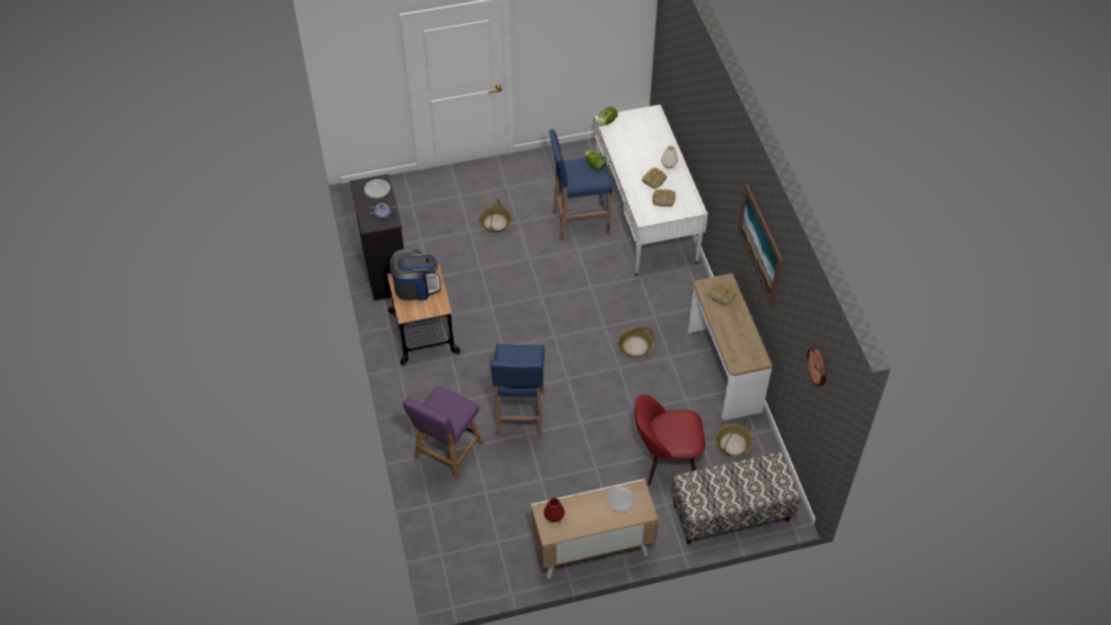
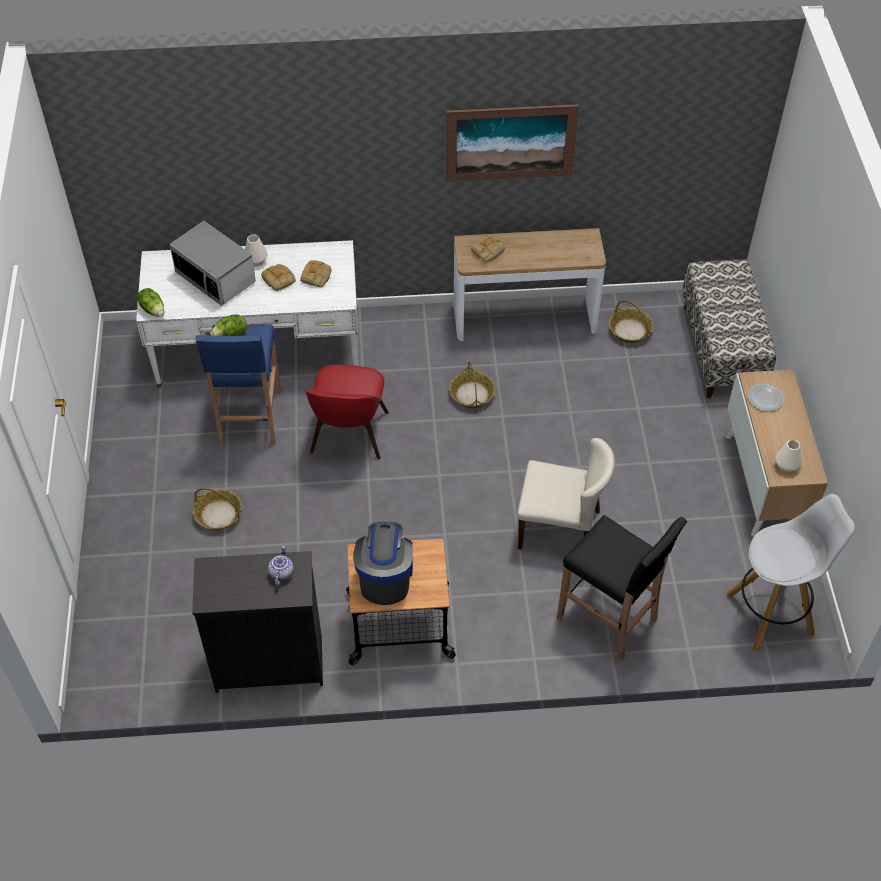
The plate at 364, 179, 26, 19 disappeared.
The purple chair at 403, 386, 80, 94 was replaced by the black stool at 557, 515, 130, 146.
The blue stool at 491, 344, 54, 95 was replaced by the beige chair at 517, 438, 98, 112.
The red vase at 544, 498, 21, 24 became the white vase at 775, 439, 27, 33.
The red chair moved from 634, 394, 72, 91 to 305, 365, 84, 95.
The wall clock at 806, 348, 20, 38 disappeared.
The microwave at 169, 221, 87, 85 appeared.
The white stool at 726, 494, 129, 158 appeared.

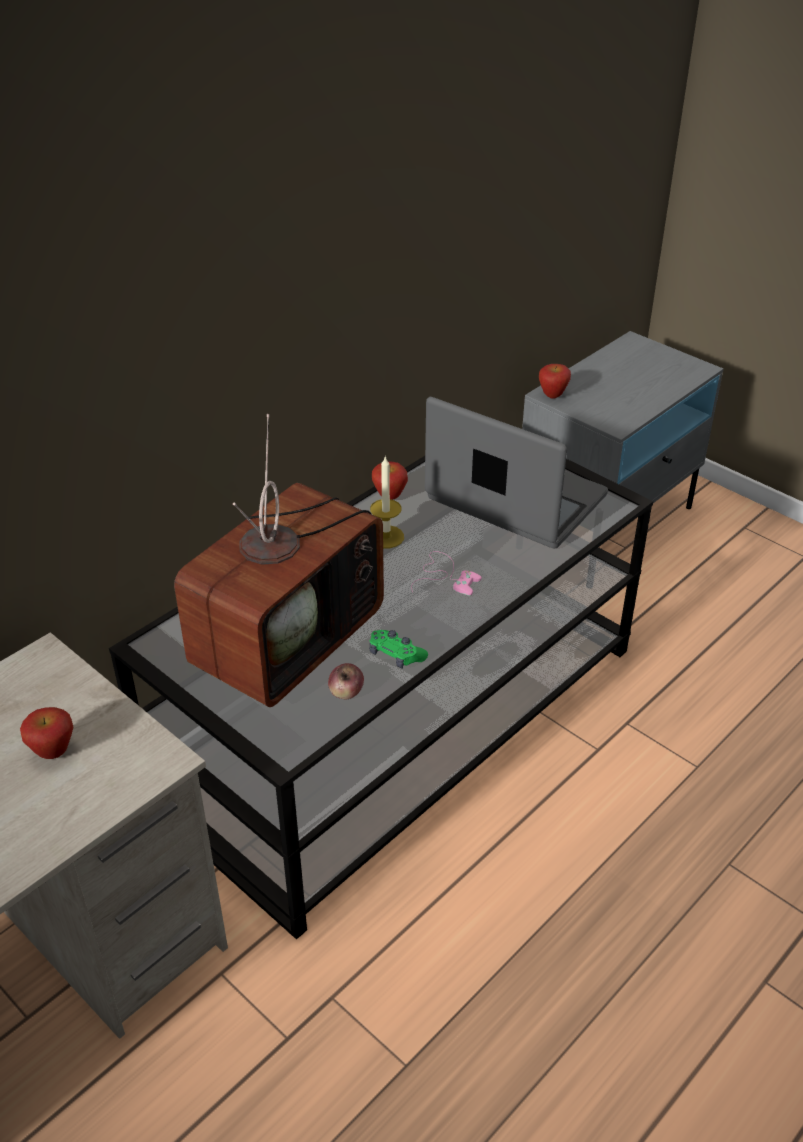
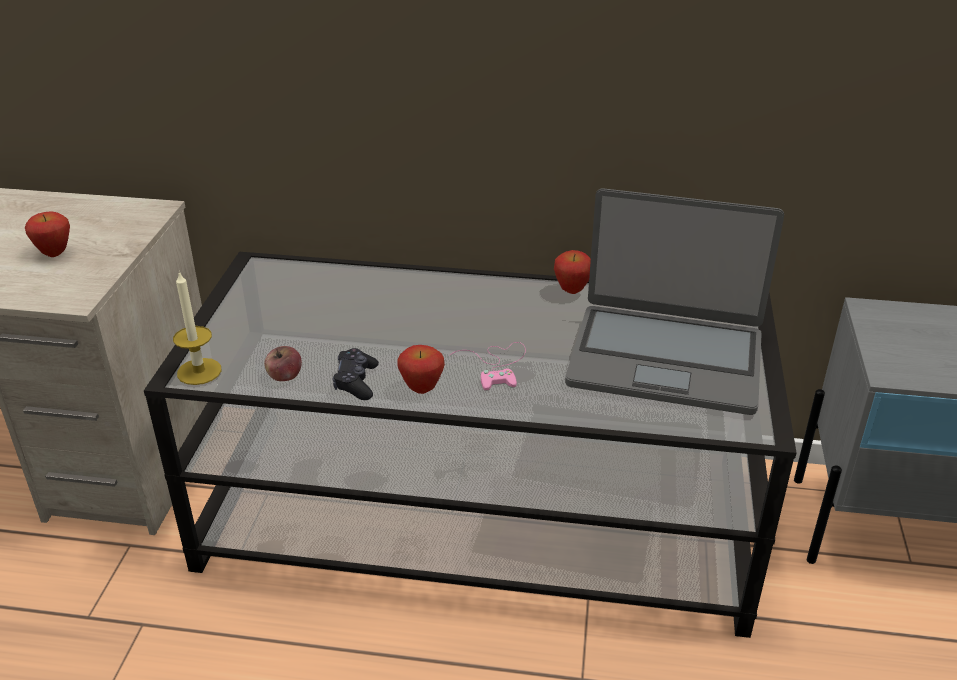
The television at 174, 414, 210, 293 disappeared.
The green game controller at 369, 630, 59, 38 became the black game controller at 333, 348, 46, 52.
The candle moved from 370, 456, 34, 92 to 173, 271, 48, 114.
The laptop at 425, 397, 183, 152 turned 105 degrees clockwise.
The apple moved from 539, 364, 32, 35 to 397, 345, 48, 49.

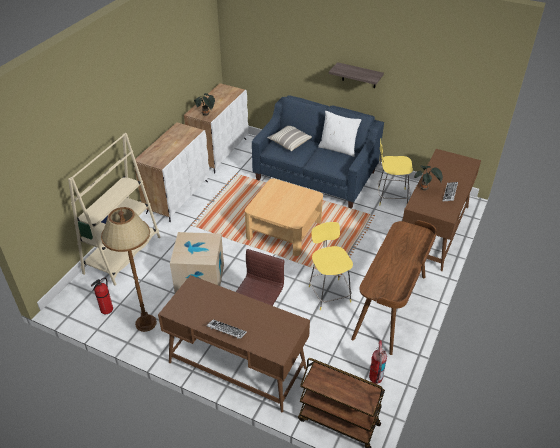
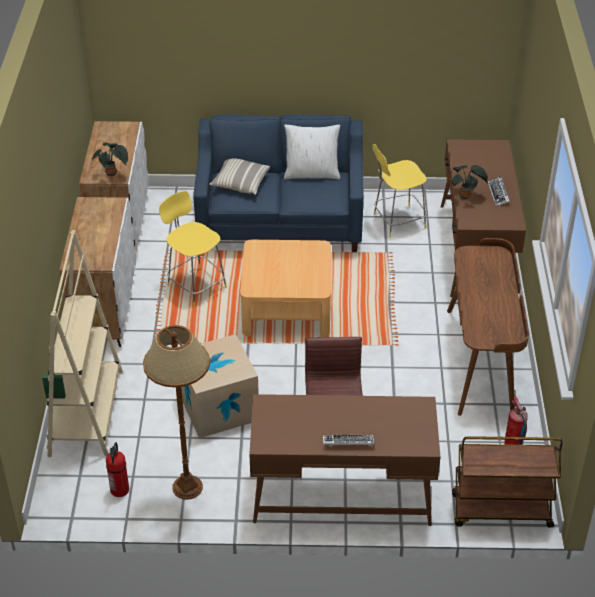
The yellow stool moved from 309, 222, 44, 88 to 159, 191, 68, 116.
The shelf at 329, 62, 55, 26 disappeared.

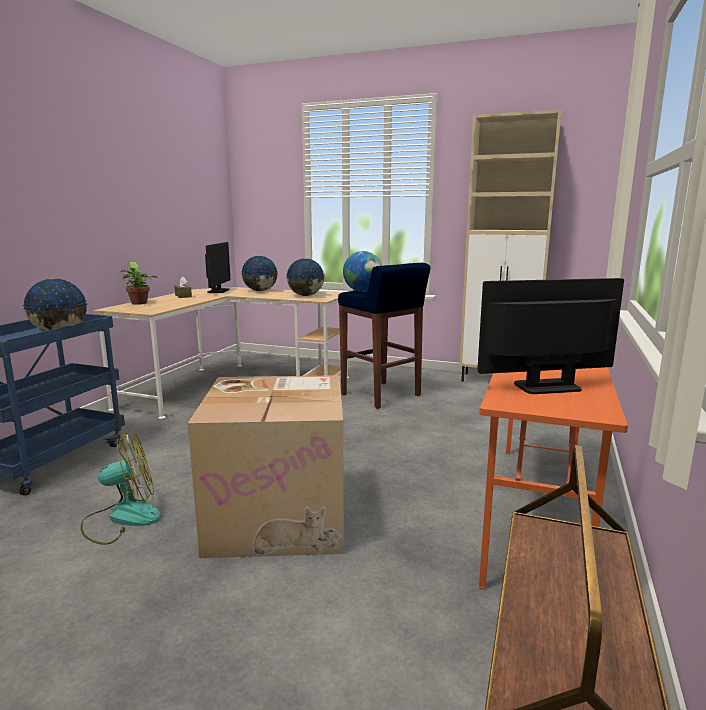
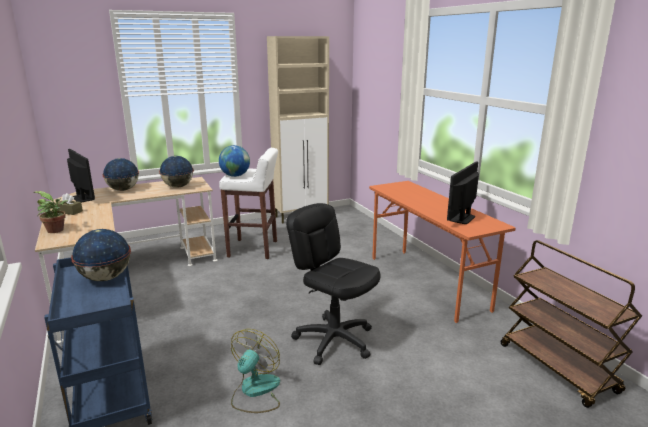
The cardboard box at 188, 375, 156, 183 was replaced by the black office chair at 286, 203, 94, 162.
The blue stool at 338, 263, 93, 146 became the white stool at 219, 148, 59, 111.

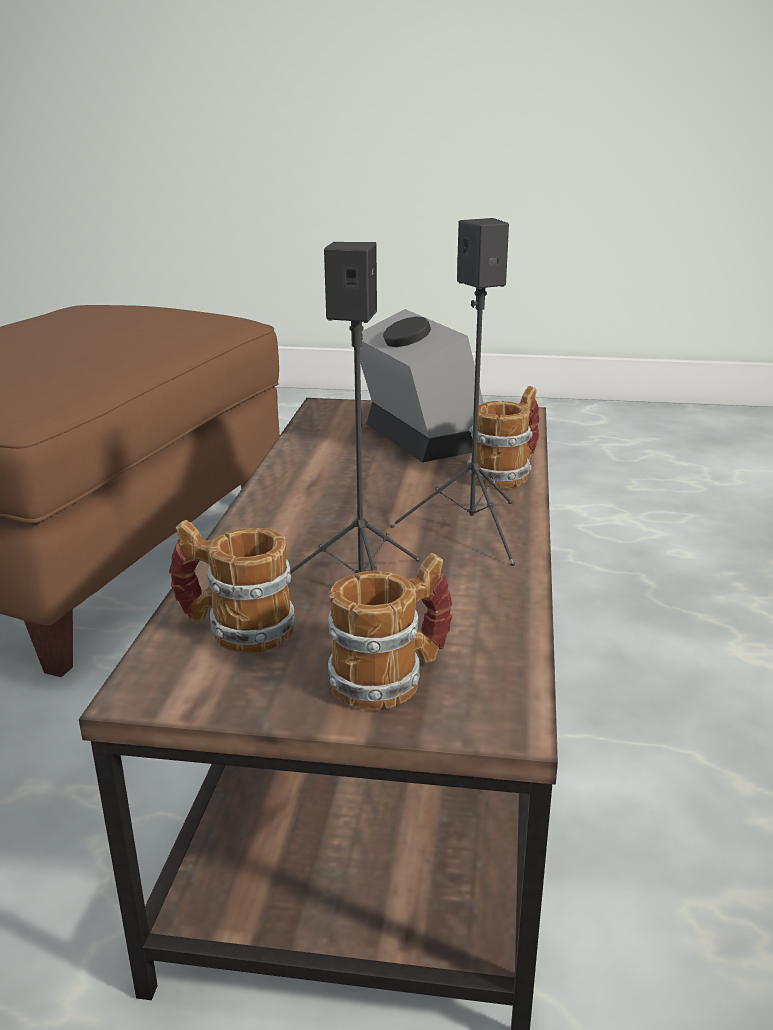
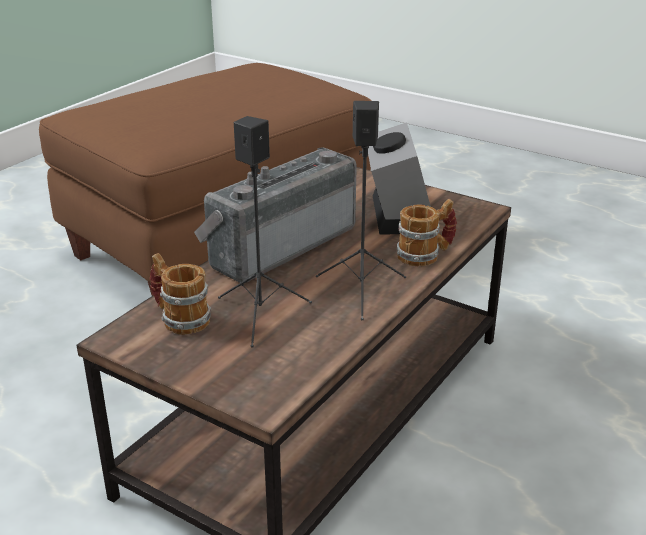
The mug at 328, 553, 124, 157 disappeared.
The radio at 194, 147, 163, 135 appeared.

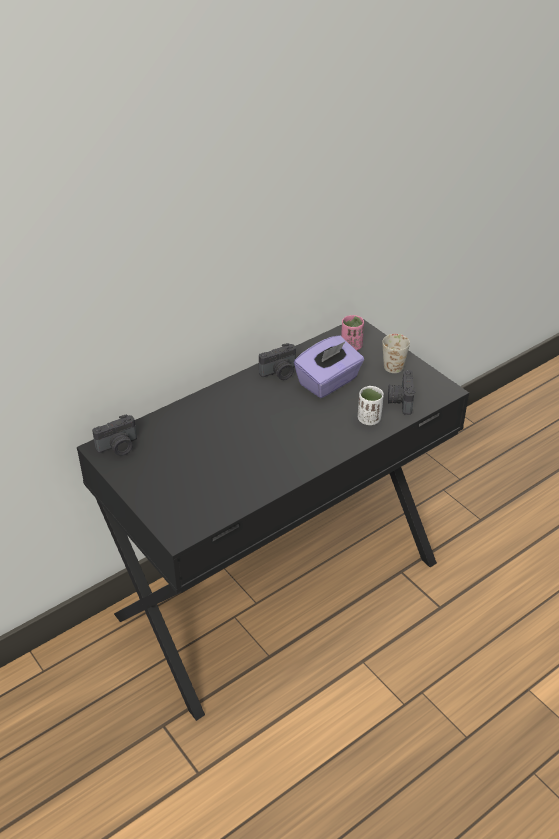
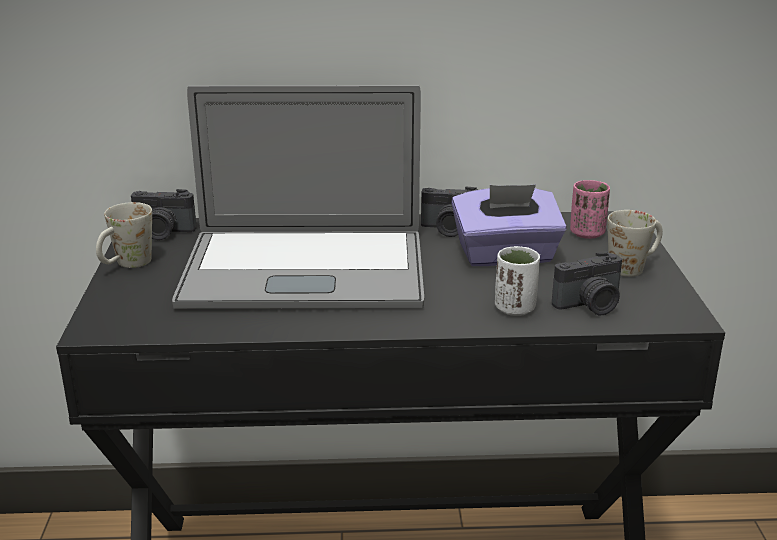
The photo camera at 388, 370, 28, 45 turned 150 degrees counterclockwise.
The white mug at 96, 202, 56, 66 appeared.
The laptop at 172, 85, 252, 224 appeared.

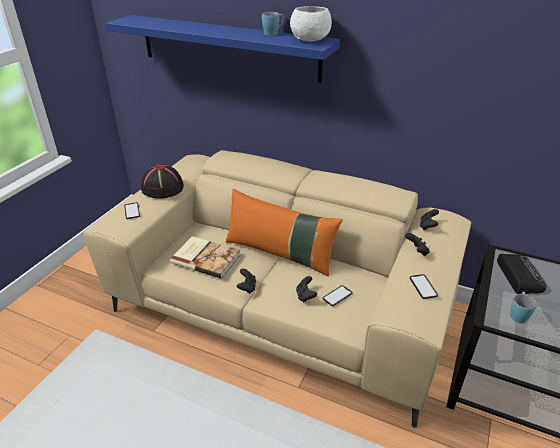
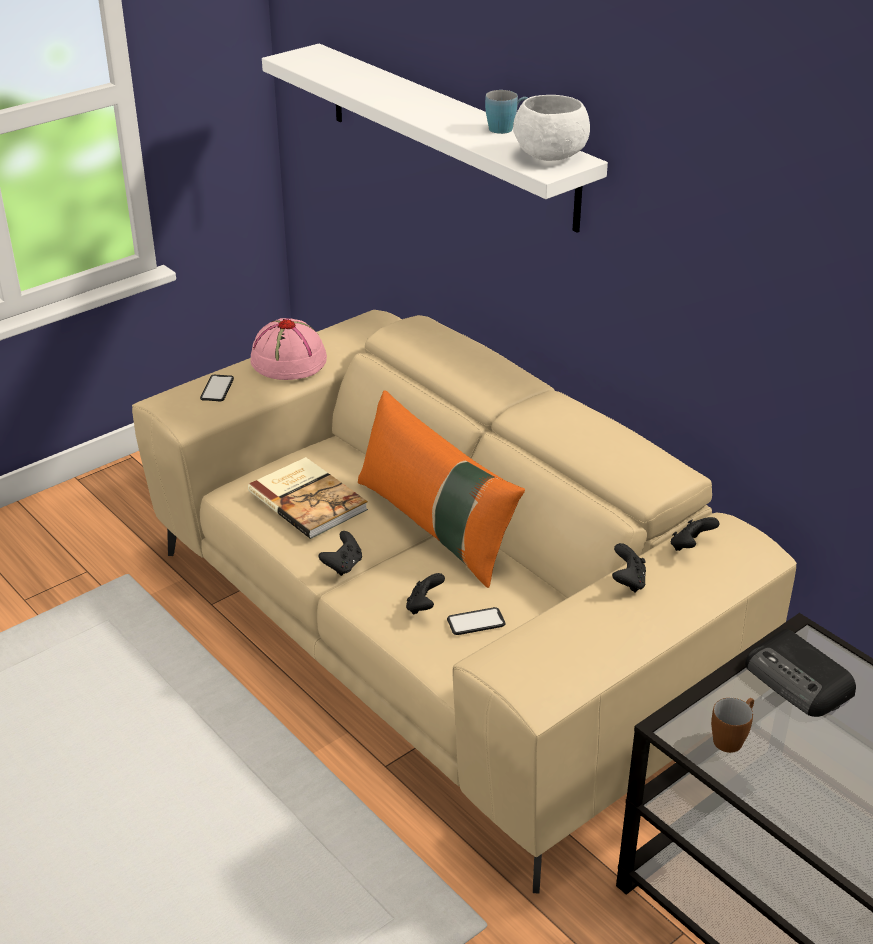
The blue shelf at 105, 15, 235, 68 became the white shelf at 262, 44, 346, 189.
The black hat at 141, 164, 43, 35 became the pink hat at 250, 318, 77, 62.
The phone at 410, 274, 28, 25 disappeared.
The radio at 497, 254, 49, 40 turned 120 degrees clockwise.
The blue mug at 510, 292, 27, 31 became the brown mug at 711, 698, 43, 55.

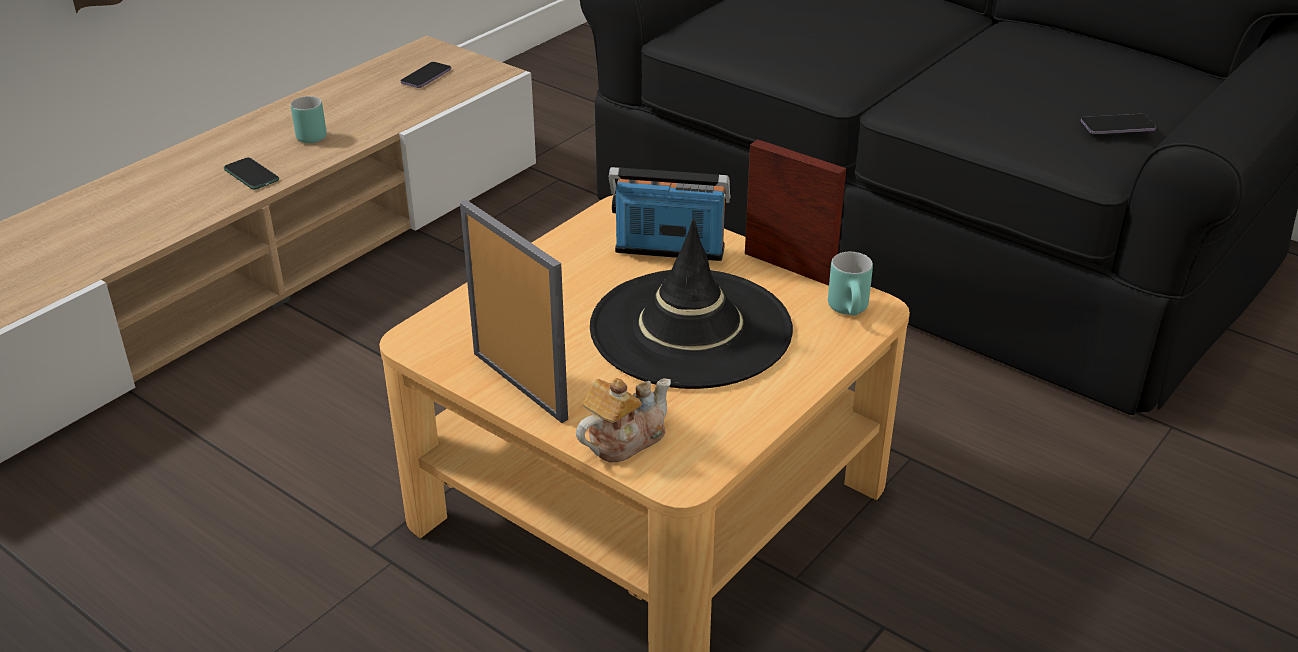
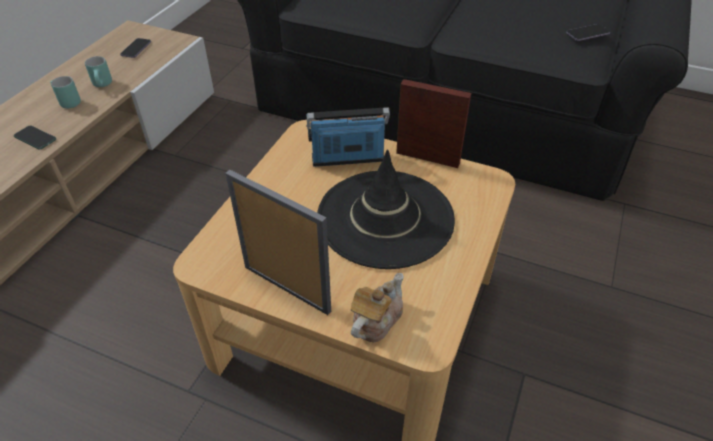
The turquoise mug moved from 828, 252, 45, 64 to 85, 56, 27, 31.

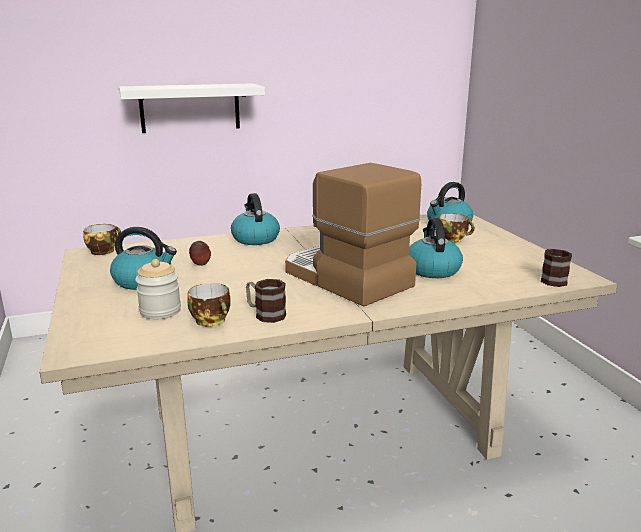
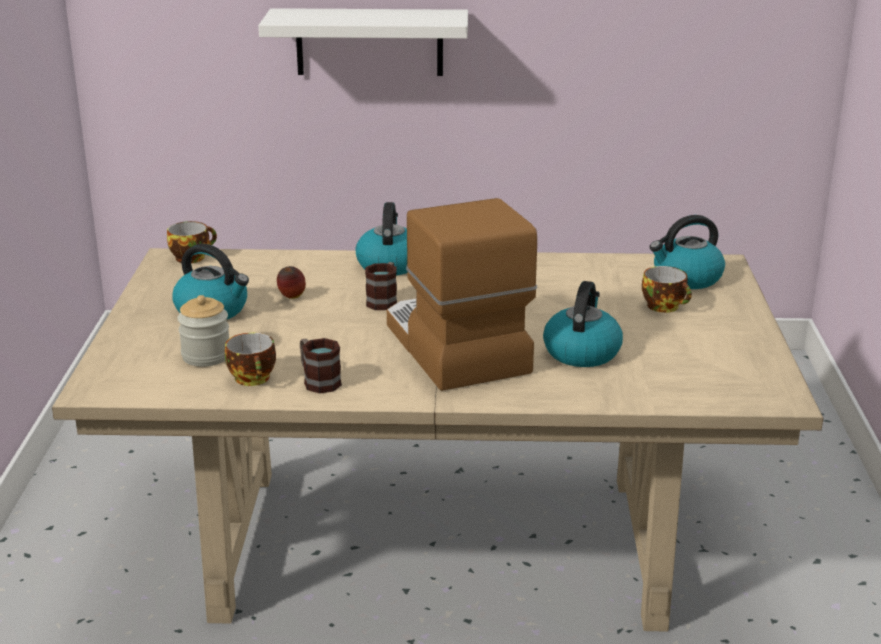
The mug moved from 541, 248, 31, 39 to 365, 262, 32, 48.

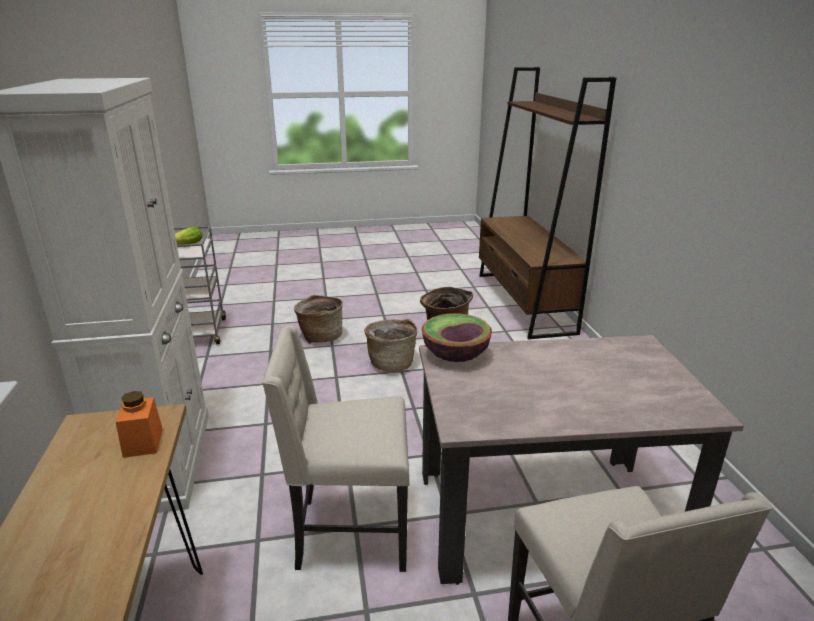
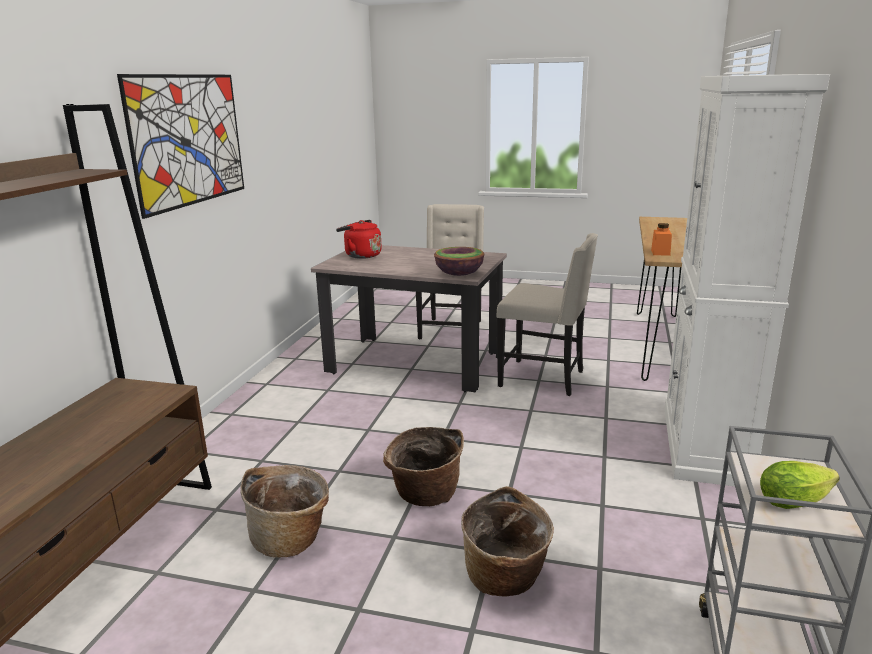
The picture at 117, 74, 127, 145 appeared.
The red kettle at 336, 220, 46, 39 appeared.

